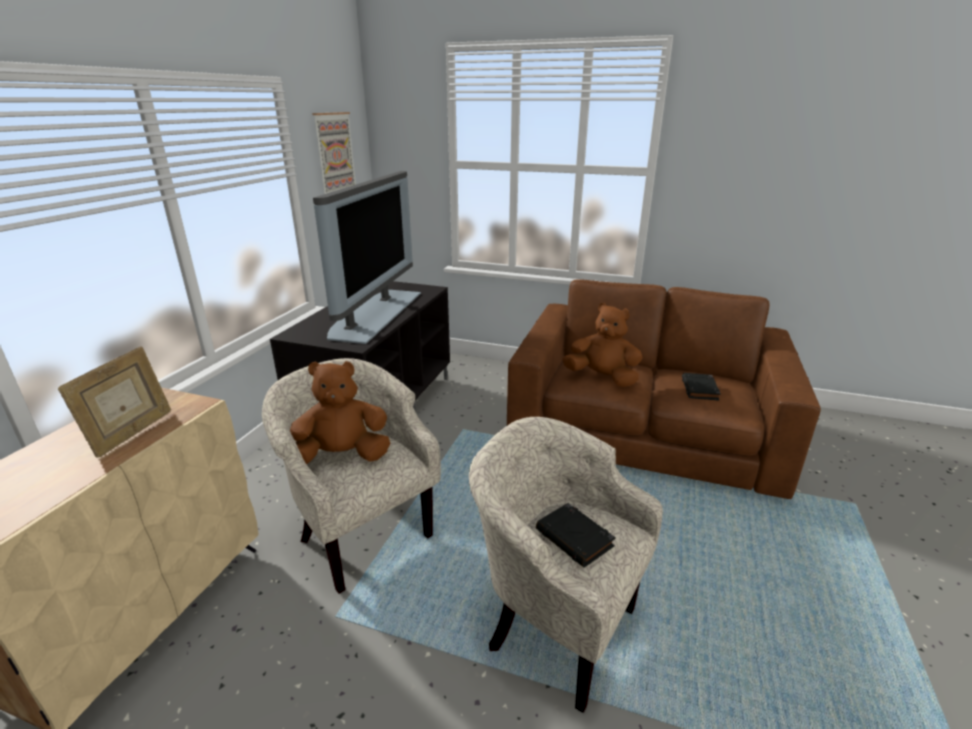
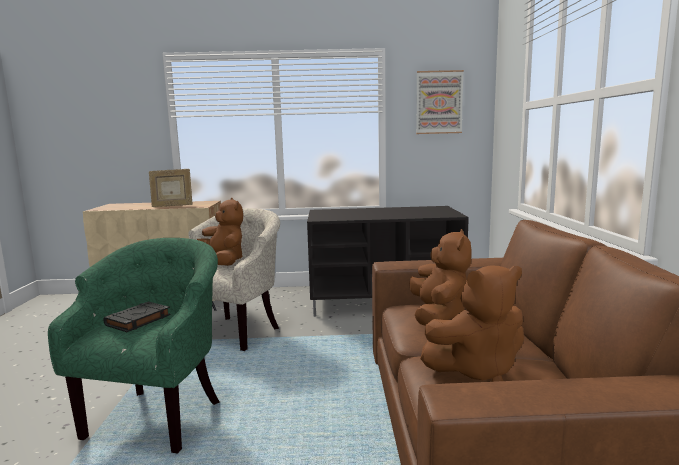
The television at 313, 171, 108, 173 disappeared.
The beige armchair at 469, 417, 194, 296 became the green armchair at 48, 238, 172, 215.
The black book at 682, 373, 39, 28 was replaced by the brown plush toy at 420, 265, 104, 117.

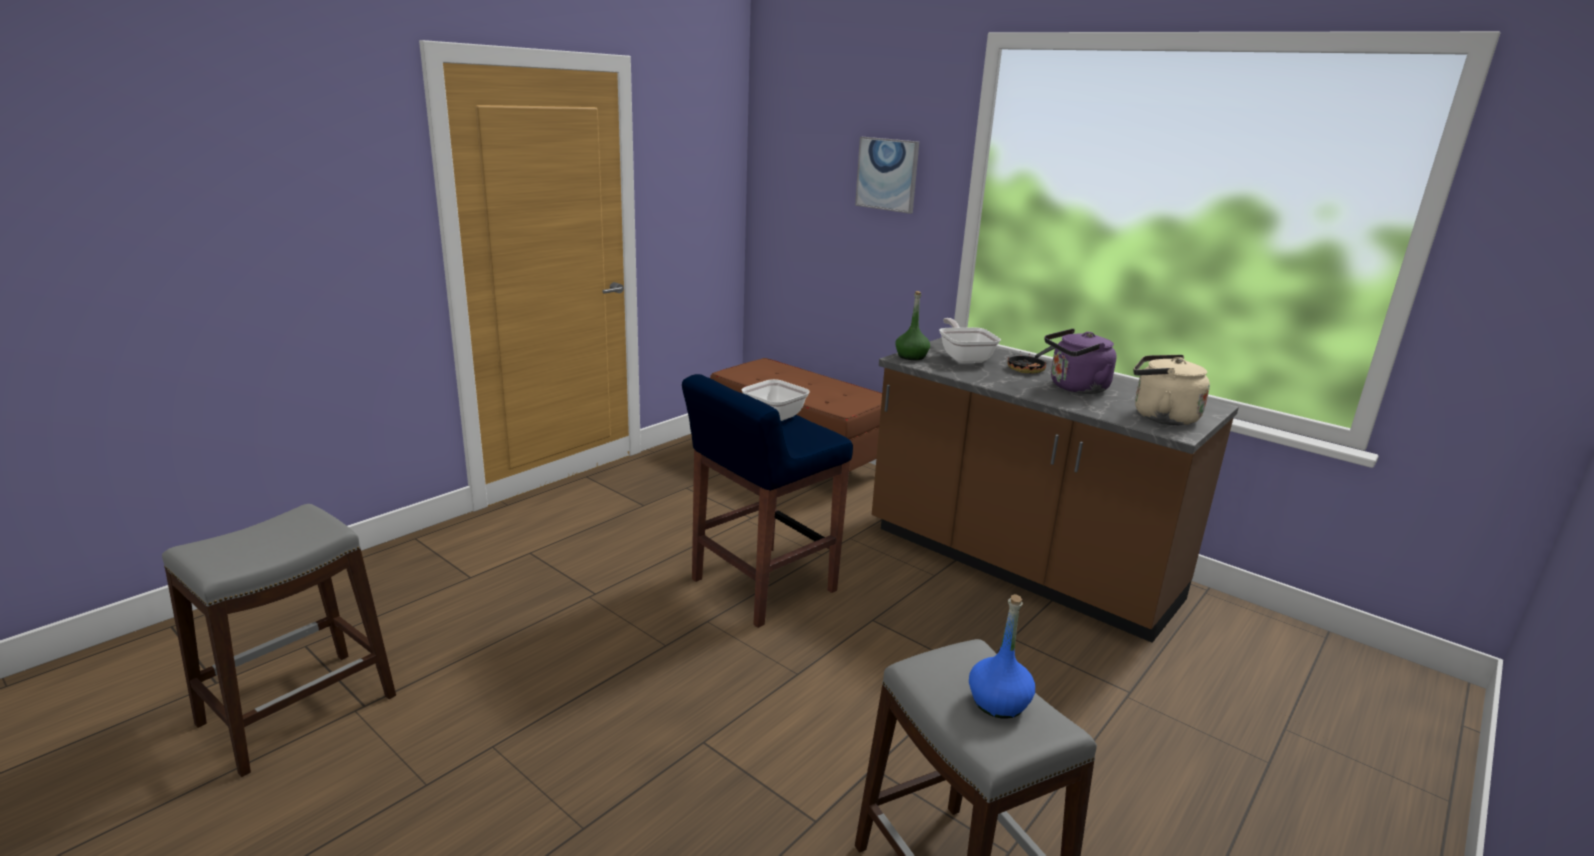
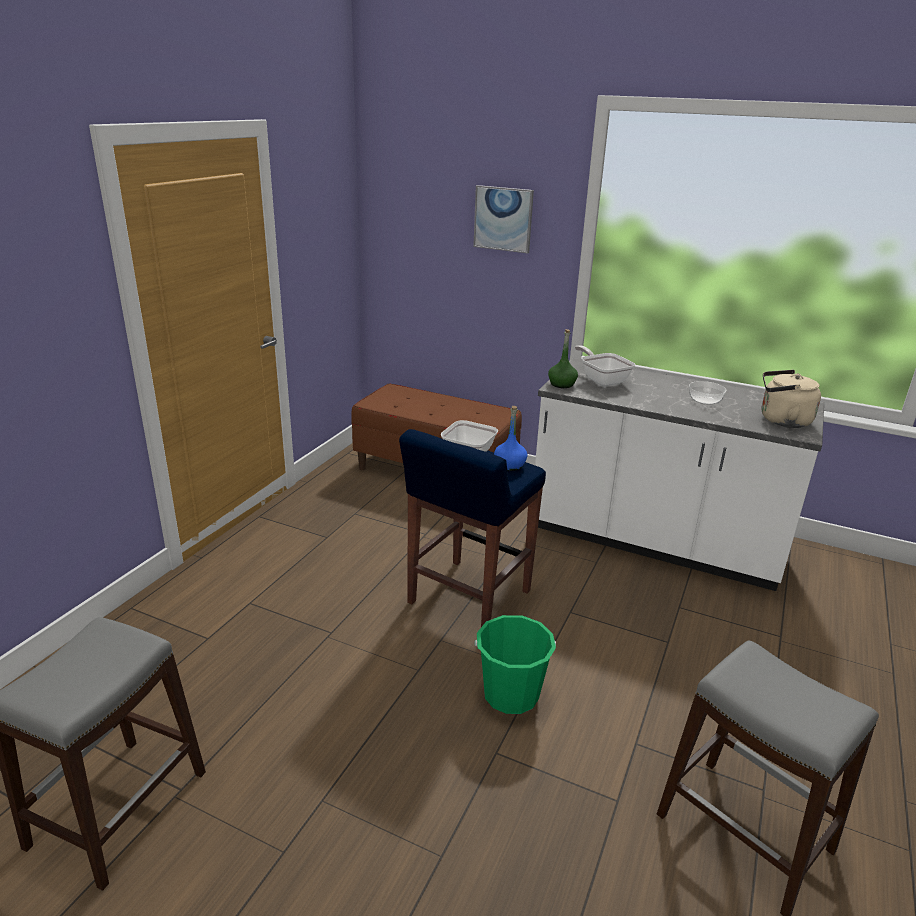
The brown counter at 872, 337, 367, 306 became the white counter at 535, 358, 289, 233.
The blue bottle moved from 969, 594, 66, 125 to 494, 406, 34, 65.
The frying pan at 1008, 346, 47, 27 disappeared.
The purple kettle at 1045, 329, 72, 65 was replaced by the bowl at 689, 381, 37, 24.
The green bucket at 474, 615, 82, 99 appeared.

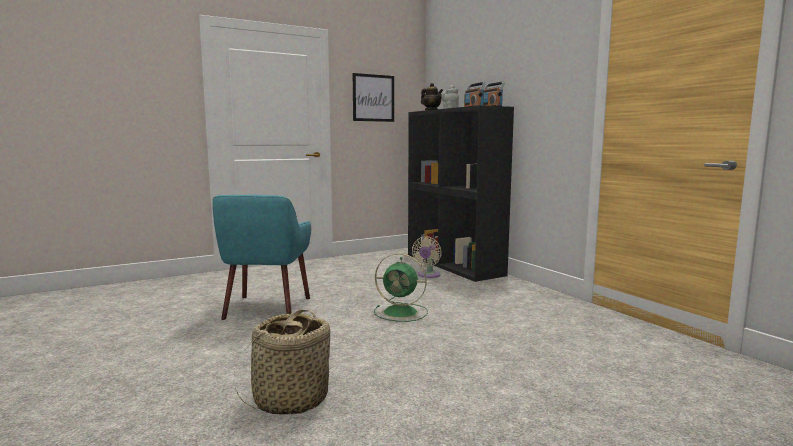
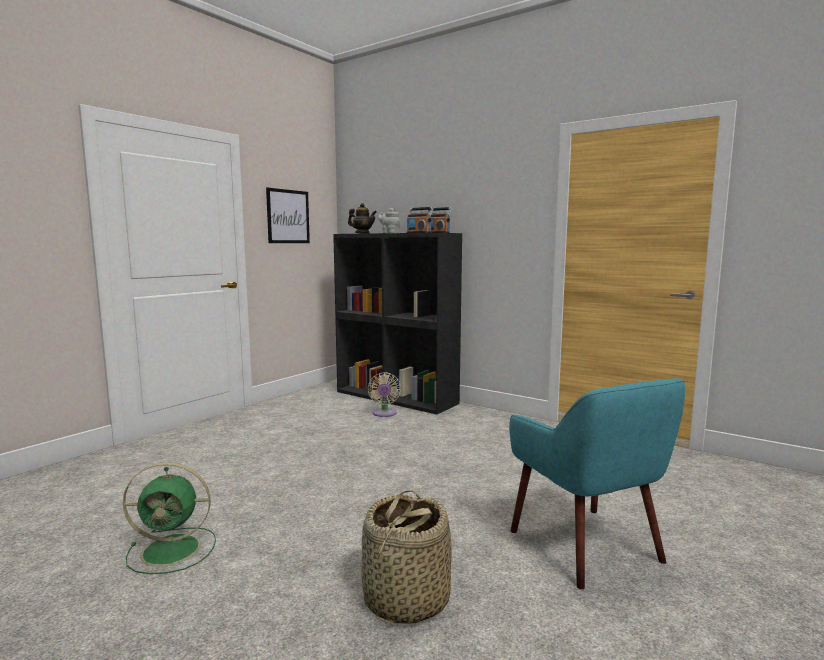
The turquoise armchair moved from 213, 195, 98, 125 to 509, 378, 176, 211.
The green fan moved from 374, 253, 54, 69 to 123, 462, 93, 112.

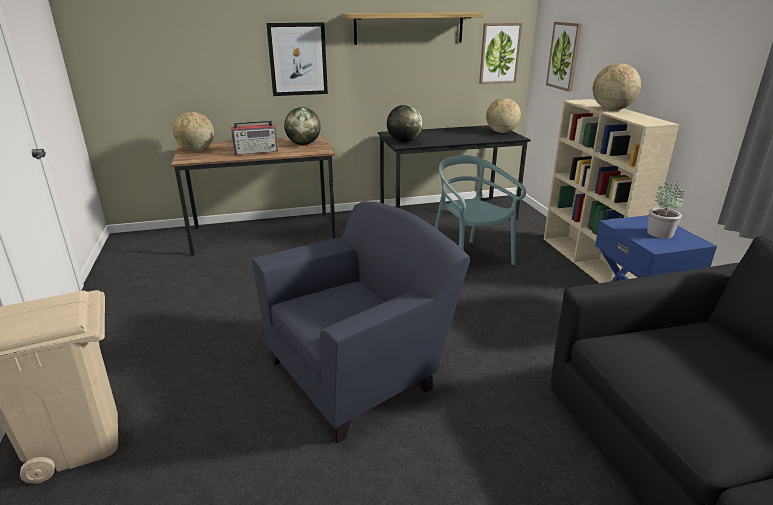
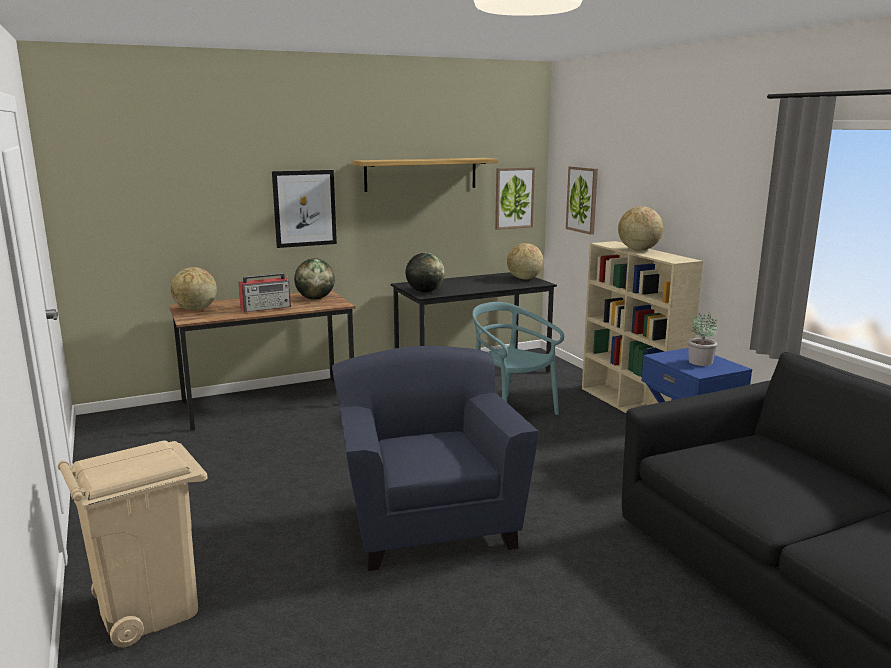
The blue armchair at 252, 201, 218, 242 turned 60 degrees counterclockwise.

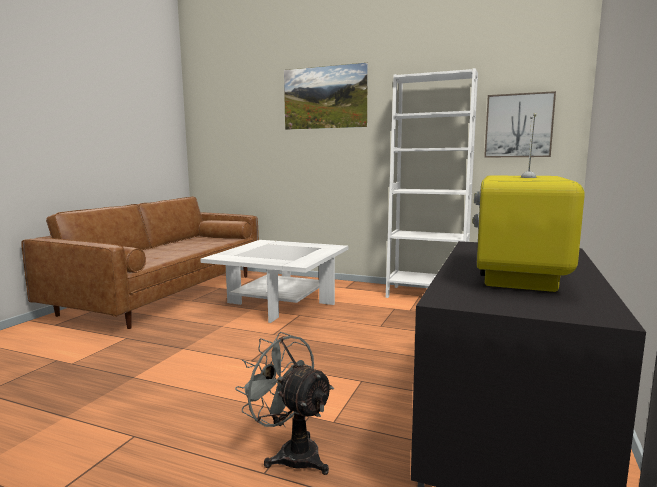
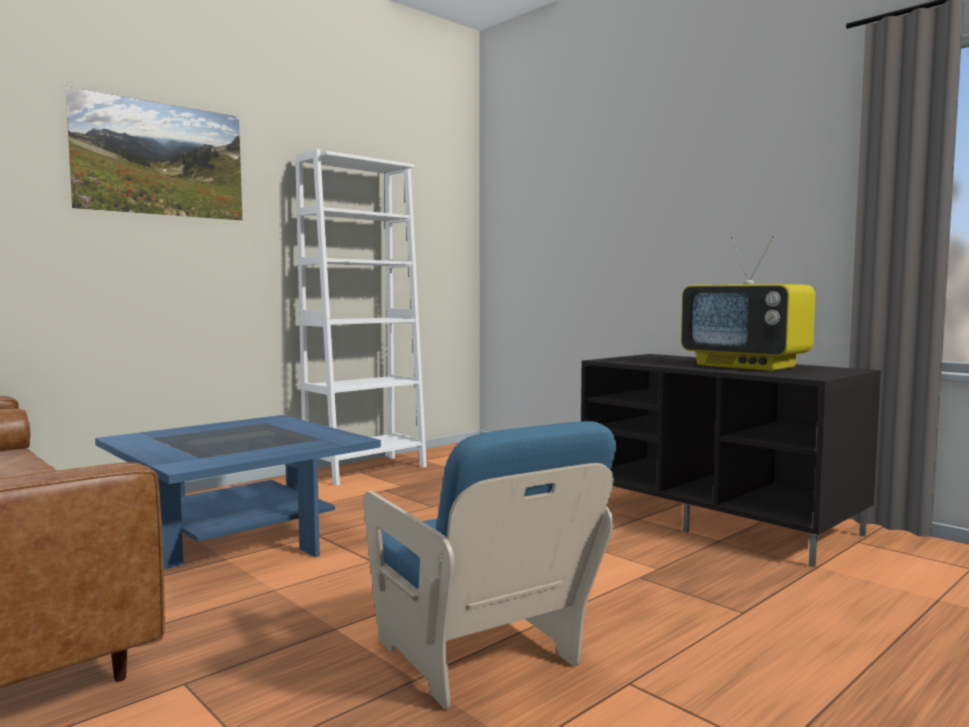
The white coffee table at 200, 240, 149, 83 became the blue coffee table at 95, 415, 286, 155.
The grey fan at 235, 332, 99, 143 disappeared.
The picture at 484, 91, 72, 66 disappeared.
The blue armchair at 363, 421, 253, 288 appeared.

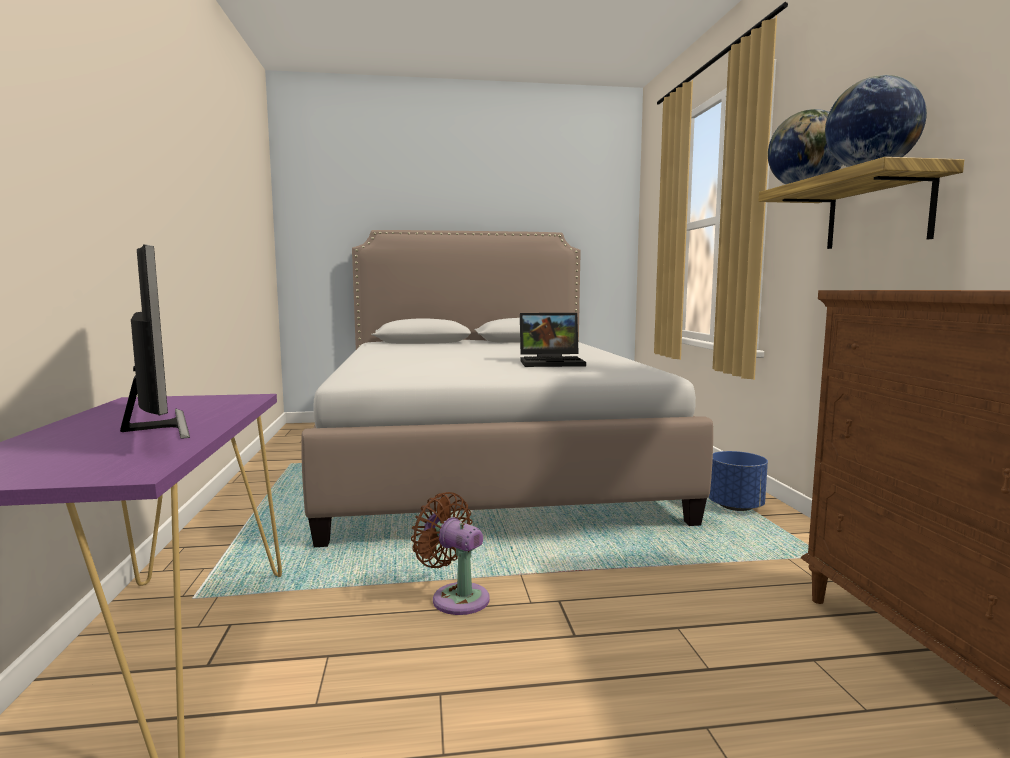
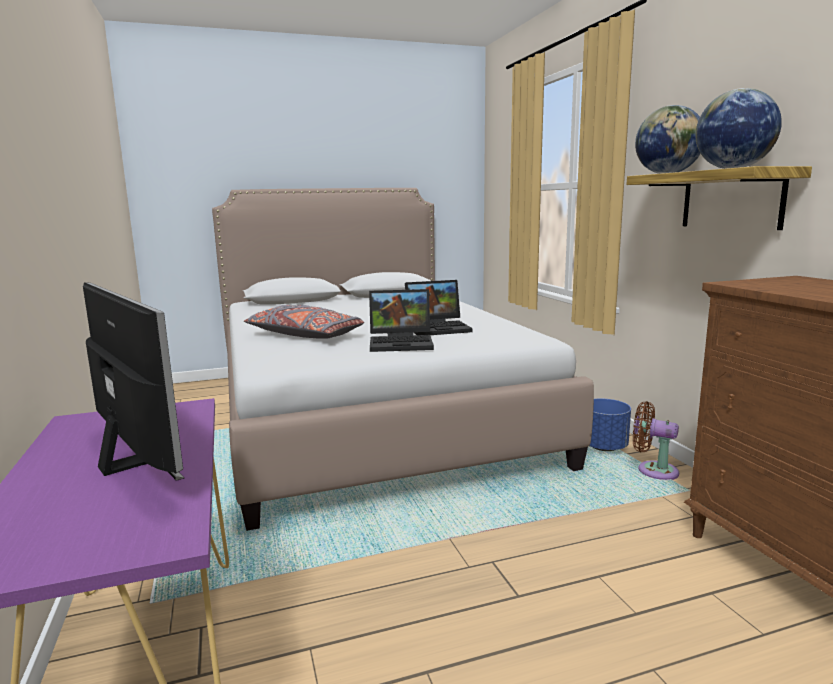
The brown fan moved from 411, 492, 79, 123 to 633, 401, 46, 79.
The grey pillow at 244, 305, 120, 34 appeared.
The laptop at 369, 289, 65, 63 appeared.

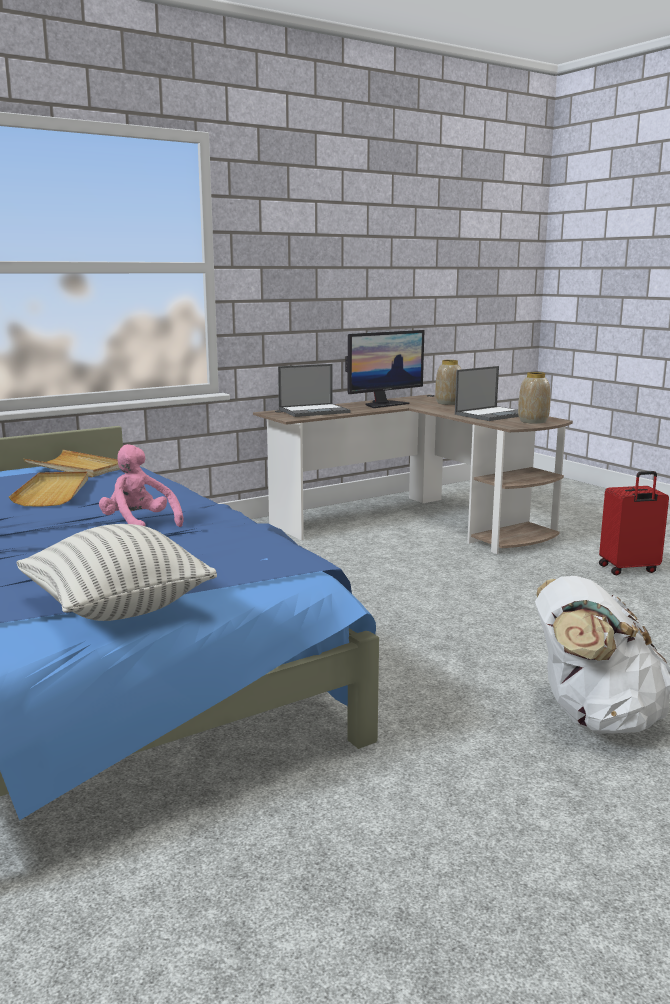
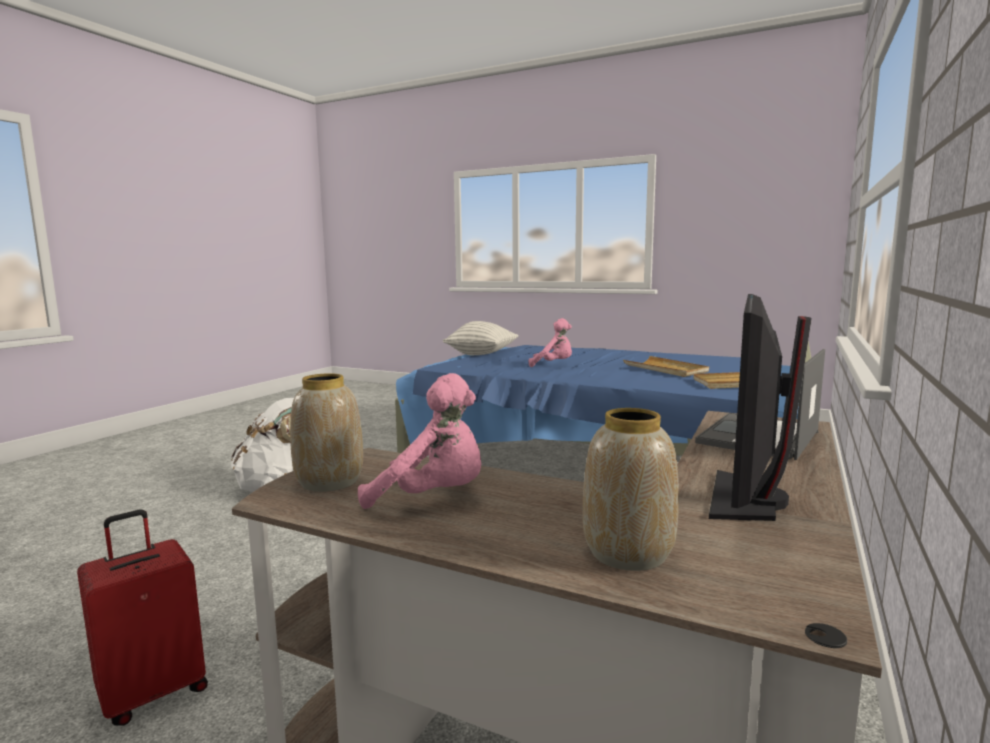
The laptop at 455, 366, 64, 55 was replaced by the pink plush toy at 358, 373, 124, 136.

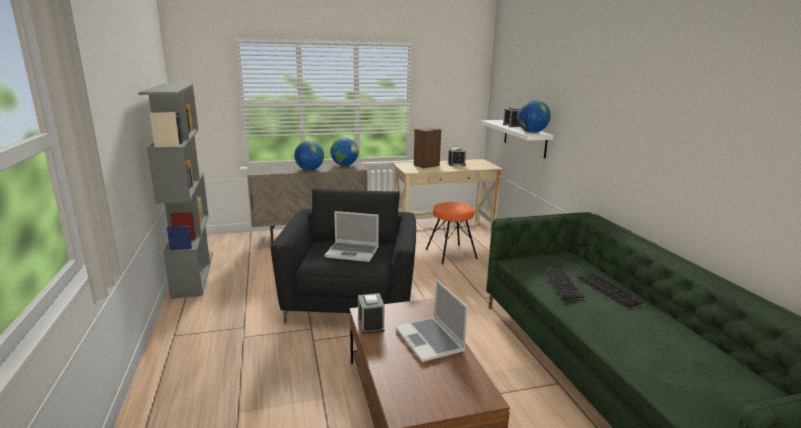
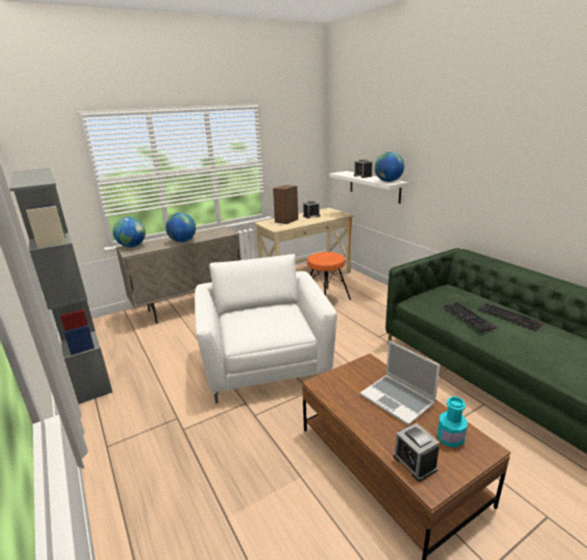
The black armchair at 271, 188, 145, 135 became the white armchair at 195, 254, 142, 150.
The laptop at 324, 211, 55, 51 disappeared.
The globe moved from 331, 137, 28, 29 to 113, 217, 32, 30.
The alarm clock moved from 358, 293, 27, 41 to 393, 423, 47, 59.
The turquoise bottle at 437, 397, 30, 50 appeared.

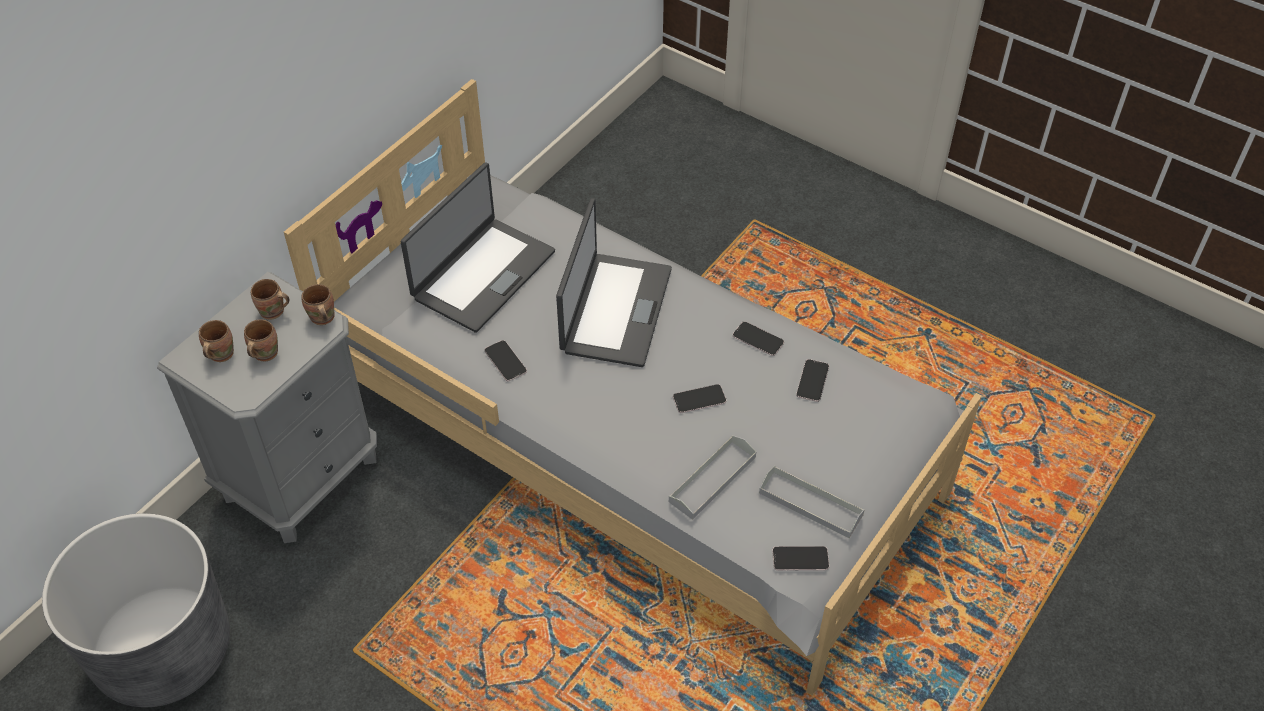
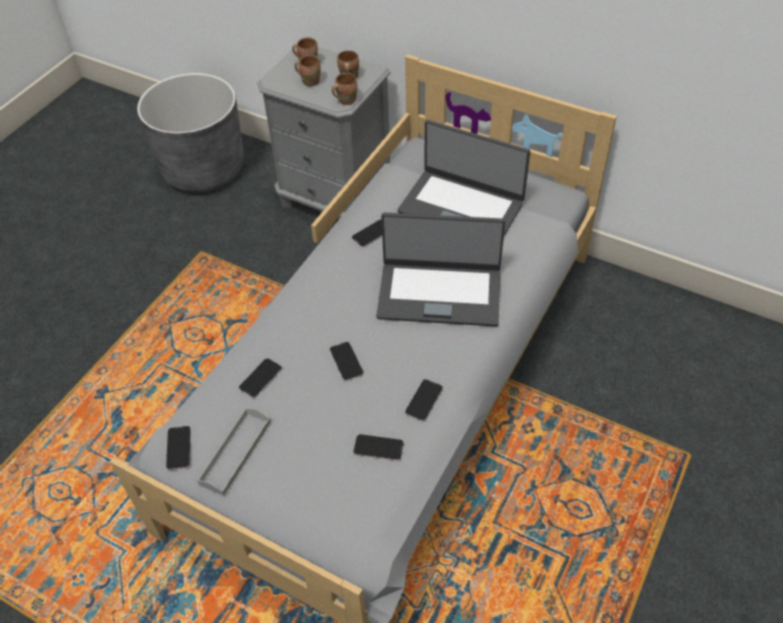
The grey tray at 669, 435, 87, 85 was replaced by the phone at 238, 358, 44, 40.

